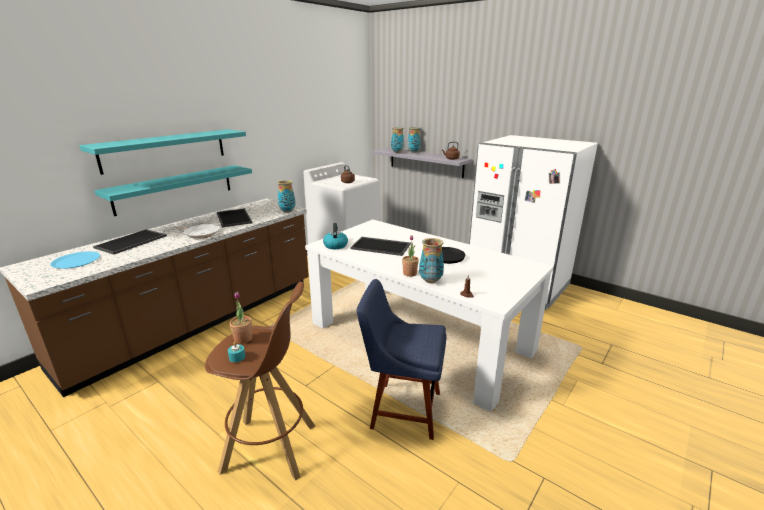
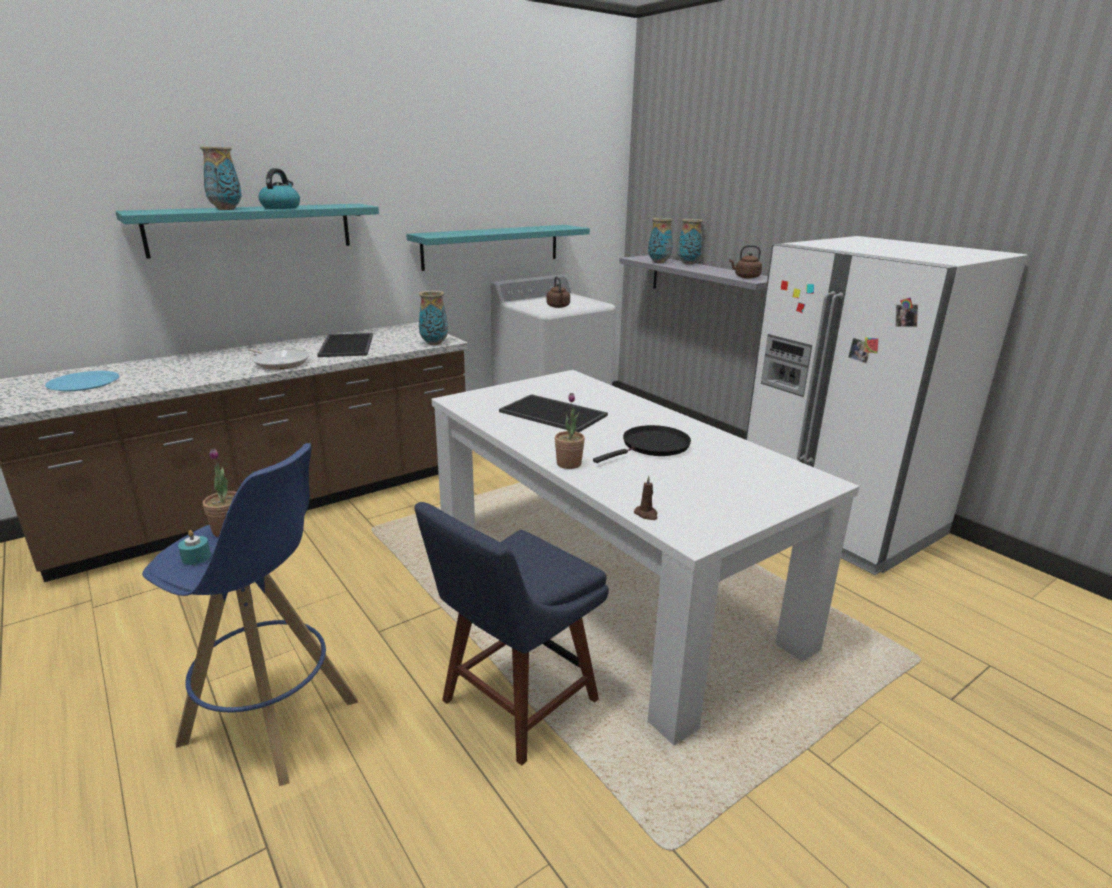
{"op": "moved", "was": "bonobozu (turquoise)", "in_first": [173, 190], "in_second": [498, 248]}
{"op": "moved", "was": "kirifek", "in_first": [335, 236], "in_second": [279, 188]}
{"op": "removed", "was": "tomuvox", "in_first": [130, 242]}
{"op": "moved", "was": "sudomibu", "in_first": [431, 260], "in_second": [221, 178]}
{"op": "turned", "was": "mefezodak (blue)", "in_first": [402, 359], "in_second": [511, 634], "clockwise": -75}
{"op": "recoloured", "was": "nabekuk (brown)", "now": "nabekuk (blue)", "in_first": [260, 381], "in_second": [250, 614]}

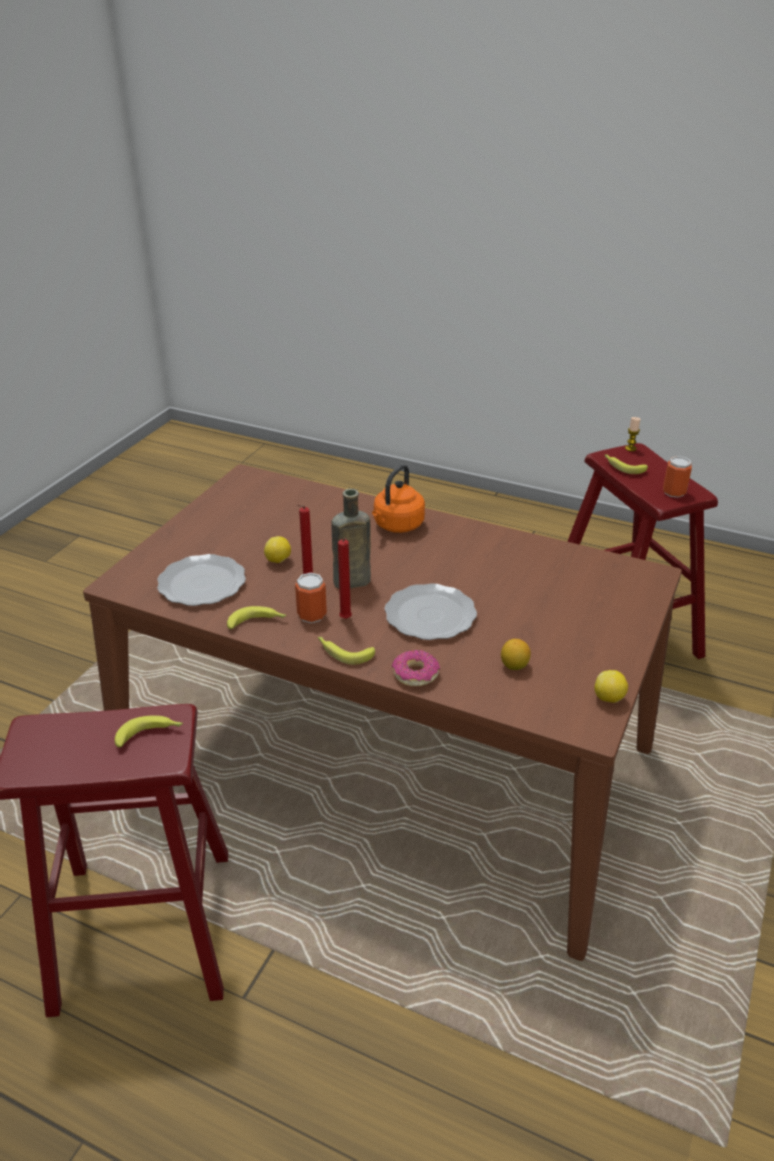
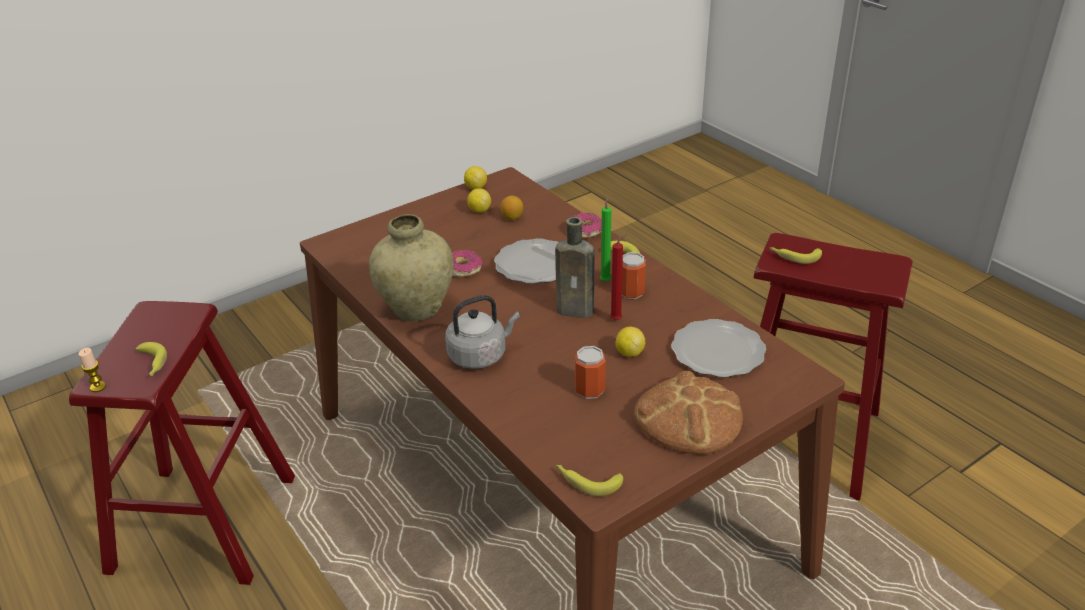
{"op": "moved", "was": "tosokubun", "in_first": [677, 477], "in_second": [590, 372]}
{"op": "recoloured", "was": "kirifek (orange)", "now": "kirifek (grey)", "in_first": [398, 498], "in_second": [482, 332]}
{"op": "recoloured", "was": "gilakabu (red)", "now": "gilakabu (green)", "in_first": [345, 578], "in_second": [605, 238]}
{"op": "moved", "was": "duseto", "in_first": [256, 617], "in_second": [589, 480]}
{"op": "added", "now": "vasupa", "in_second": [479, 200]}
{"op": "added", "now": "sudomibu (beige)", "in_second": [411, 267]}
{"op": "added", "now": "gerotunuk", "in_second": [467, 263]}
{"op": "added", "now": "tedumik", "in_second": [688, 413]}

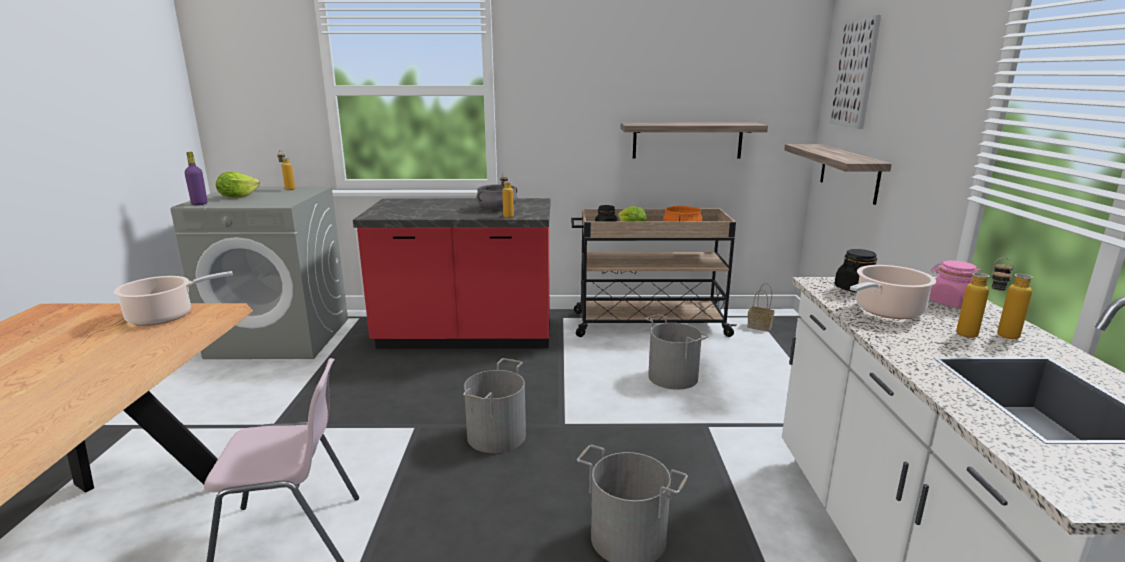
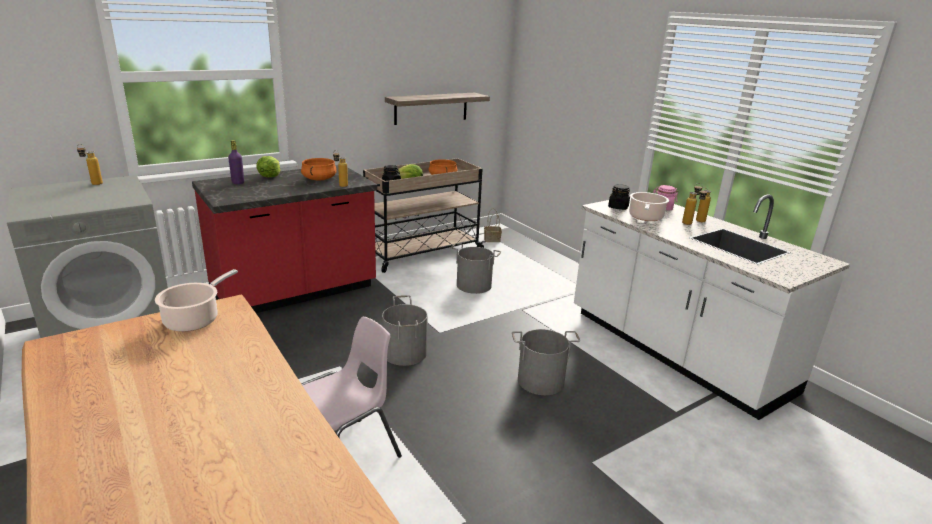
{"op": "removed", "was": "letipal", "in_first": [855, 72]}
{"op": "removed", "was": "bonobozu", "in_first": [838, 174]}
{"op": "moved", "was": "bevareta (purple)", "in_first": [196, 178], "in_second": [236, 162]}
{"op": "moved", "was": "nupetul", "in_first": [238, 185], "in_second": [268, 167]}
{"op": "recoloured", "was": "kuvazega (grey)", "now": "kuvazega (orange)", "in_first": [496, 196], "in_second": [319, 169]}

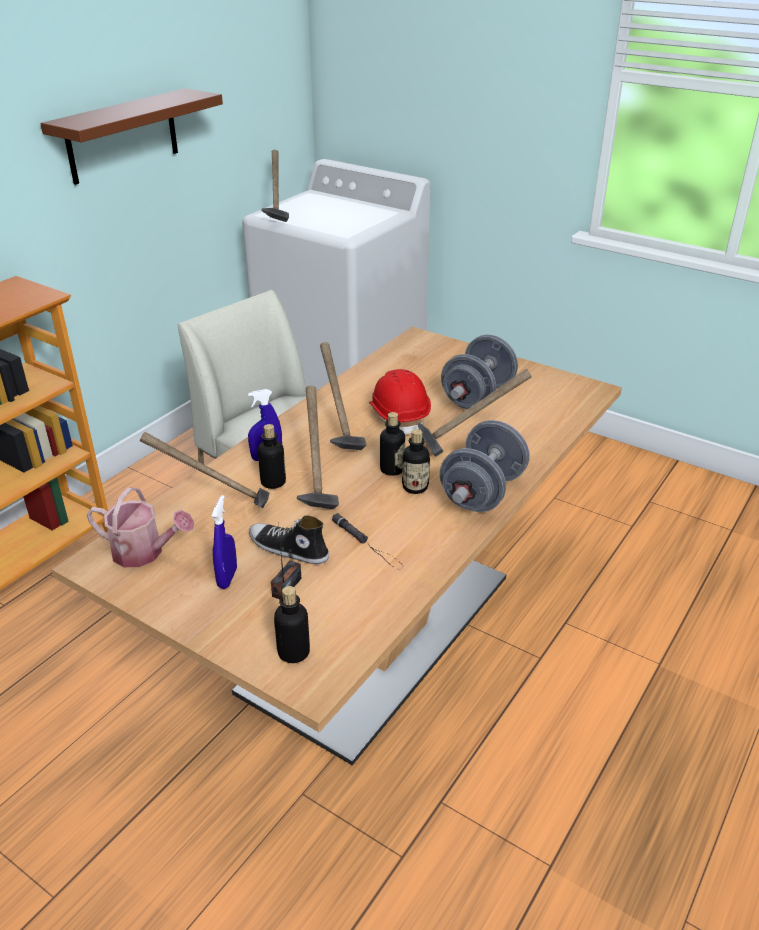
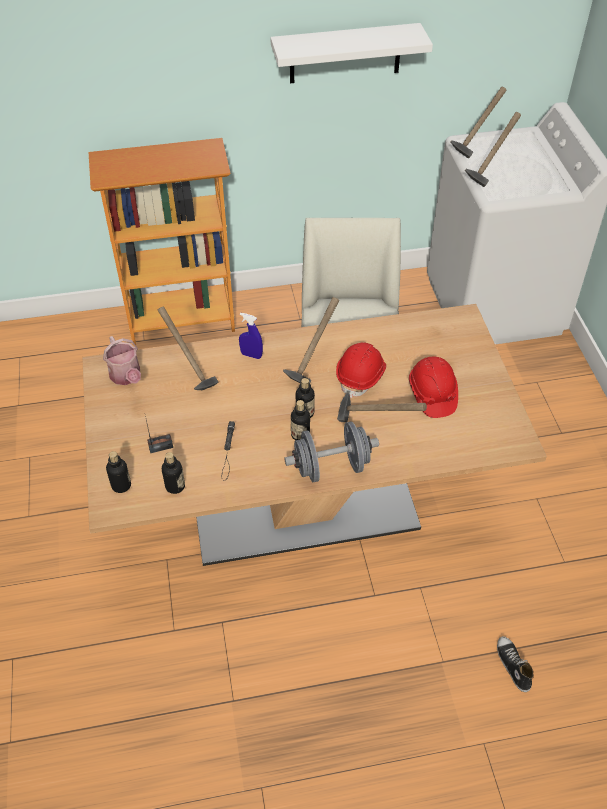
{"op": "recoloured", "was": "bonobozu (brown)", "now": "bonobozu (white)", "in_first": [131, 136], "in_second": [352, 53]}
{"op": "replaced", "was": "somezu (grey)", "now": "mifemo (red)", "in_first": [479, 372], "in_second": [433, 387]}
{"op": "moved", "was": "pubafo", "in_first": [318, 447], "in_second": [493, 149]}
{"op": "moved", "was": "bevareta", "in_first": [272, 456], "in_second": [173, 473]}
{"op": "removed", "was": "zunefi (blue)", "in_first": [224, 542]}
{"op": "moved", "was": "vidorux", "in_first": [289, 539], "in_second": [515, 664]}

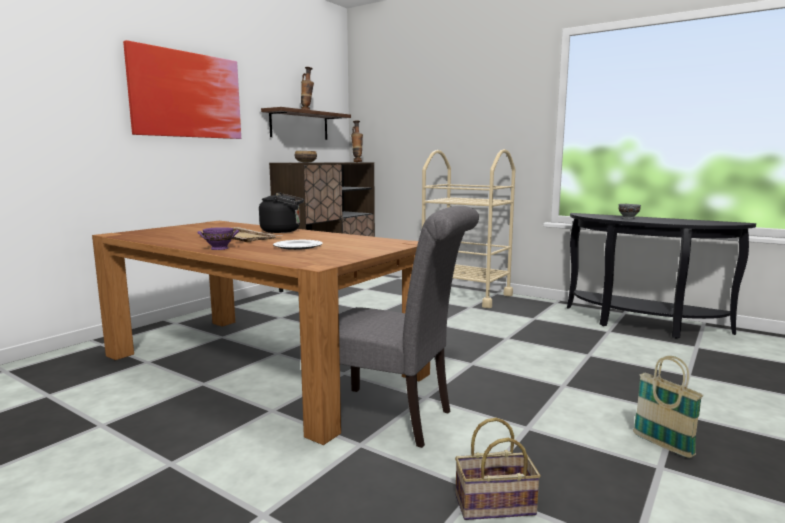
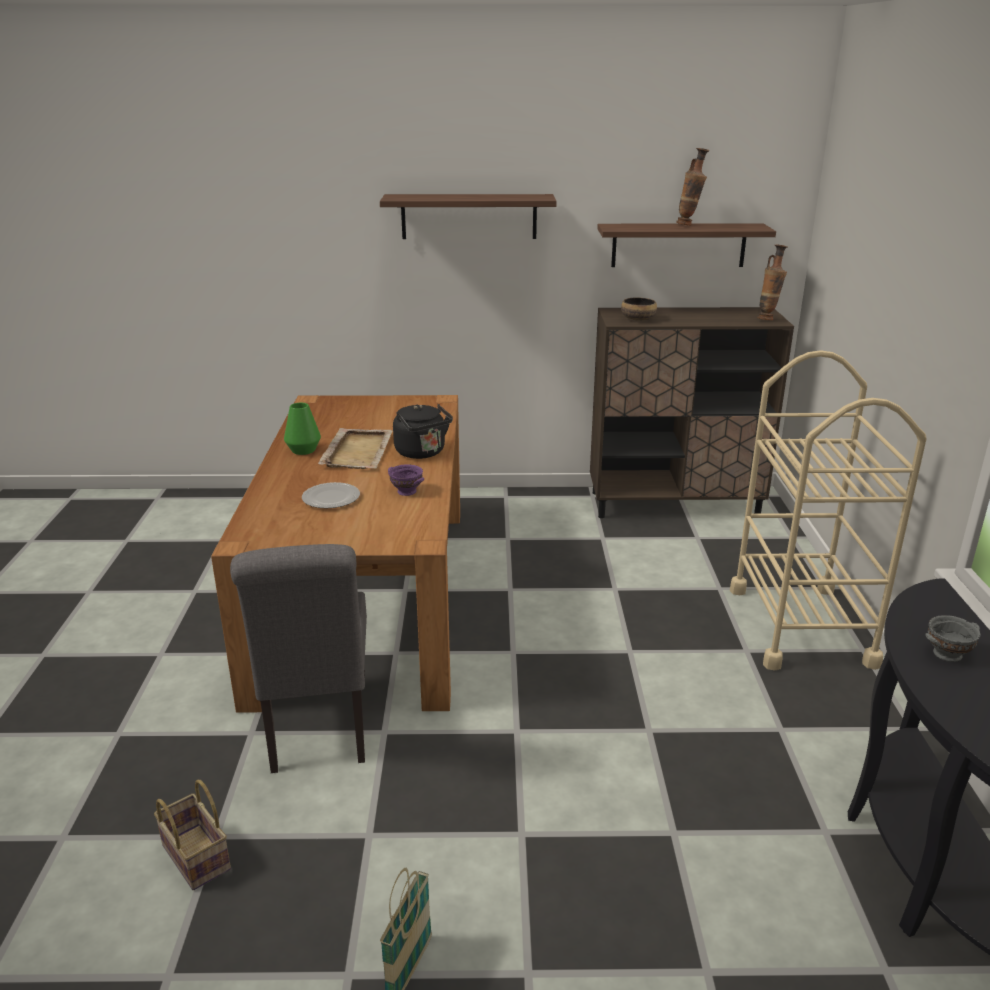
{"op": "replaced", "was": "letipal", "now": "bonobozu", "in_first": [182, 89], "in_second": [468, 216]}
{"op": "moved", "was": "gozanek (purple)", "in_first": [218, 238], "in_second": [406, 480]}
{"op": "added", "now": "sudomibu (green)", "in_second": [302, 429]}

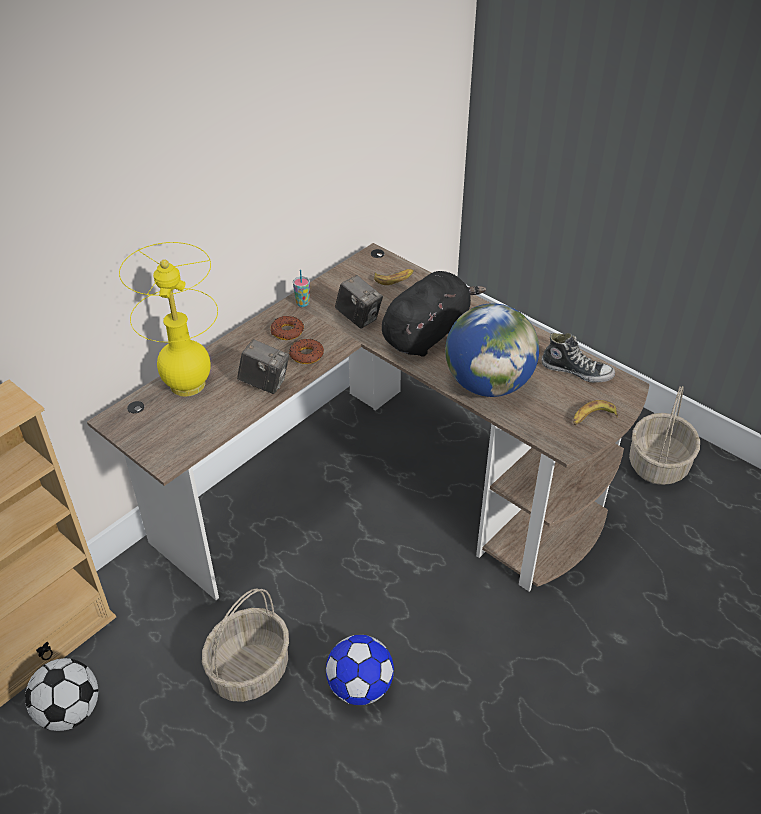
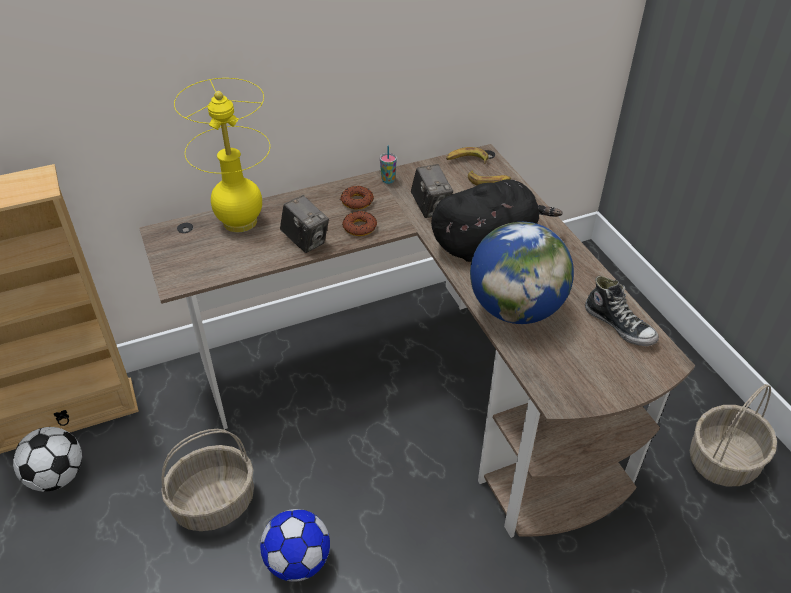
{"op": "moved", "was": "duseto", "in_first": [595, 412], "in_second": [467, 155]}

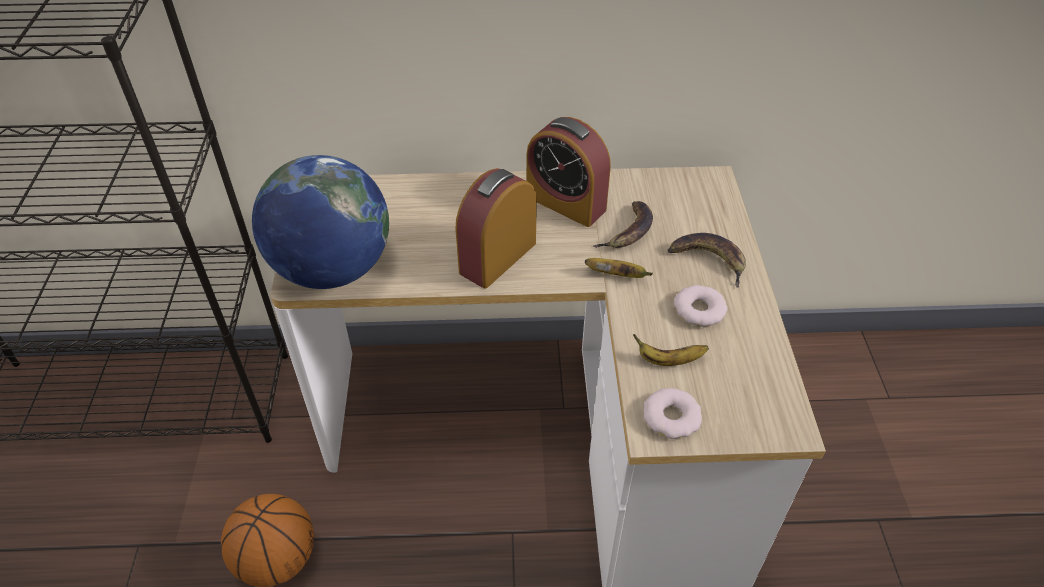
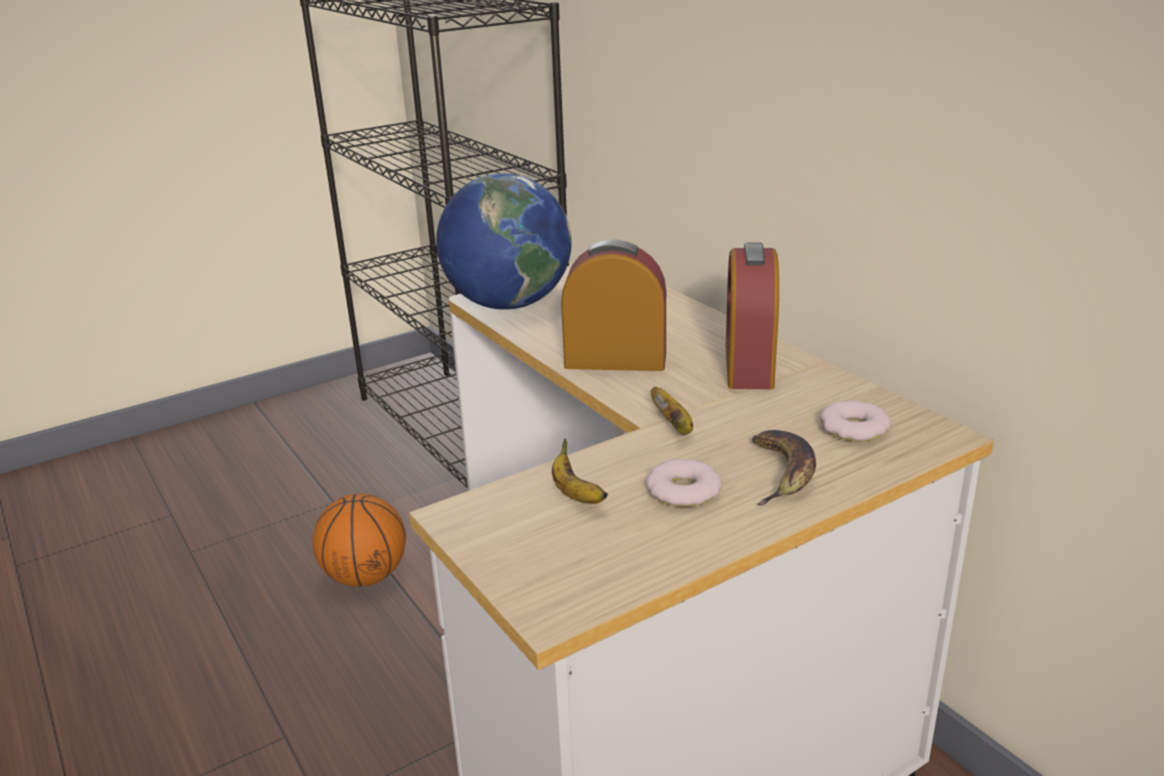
{"op": "removed", "was": "duseto", "in_first": [623, 224]}
{"op": "moved", "was": "gerotunuk", "in_first": [672, 413], "in_second": [855, 421]}

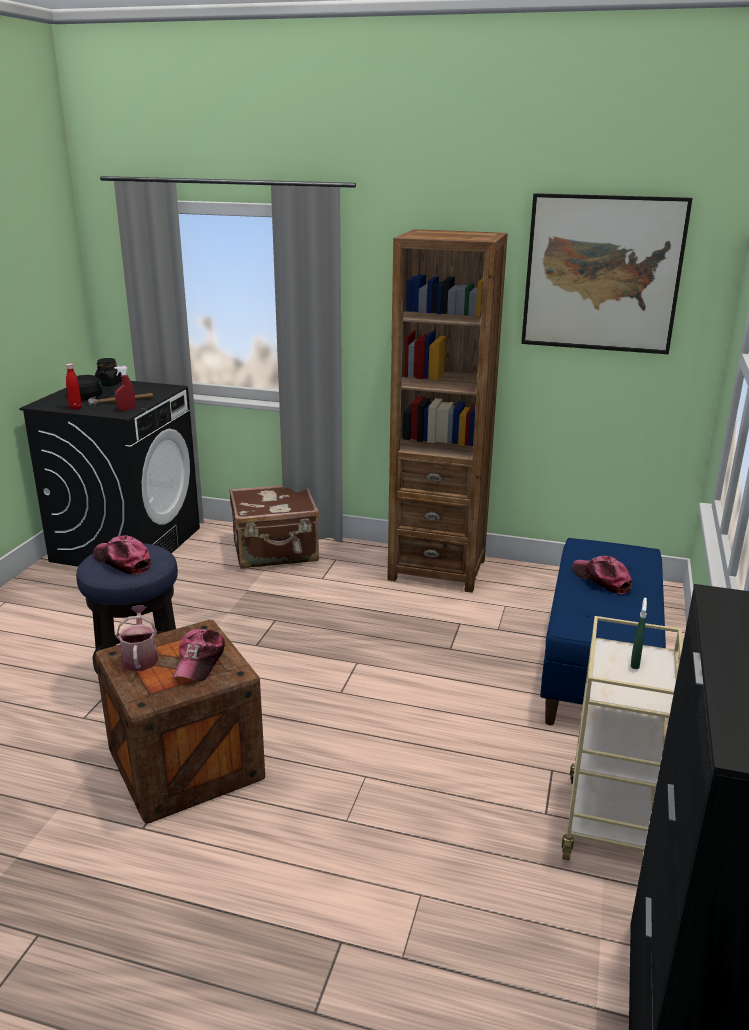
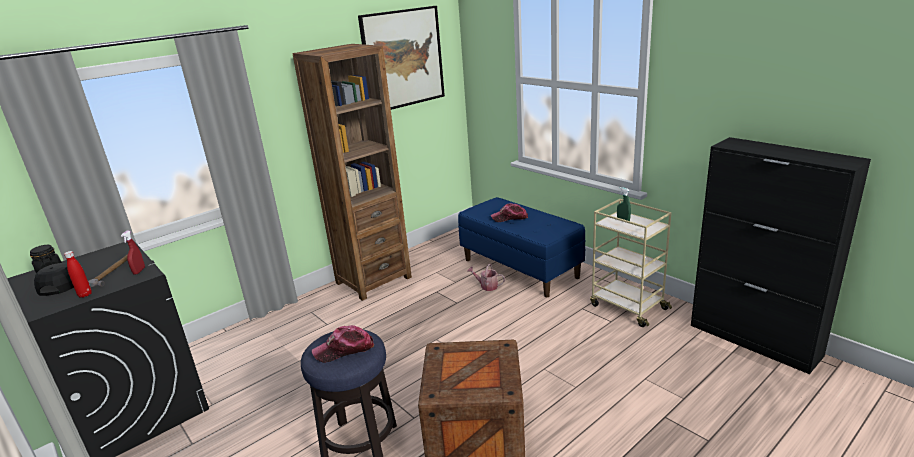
{"op": "removed", "was": "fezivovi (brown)", "in_first": [274, 527]}
{"op": "moved", "was": "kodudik", "in_first": [137, 639], "in_second": [486, 277]}
{"op": "removed", "was": "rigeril", "in_first": [199, 655]}

